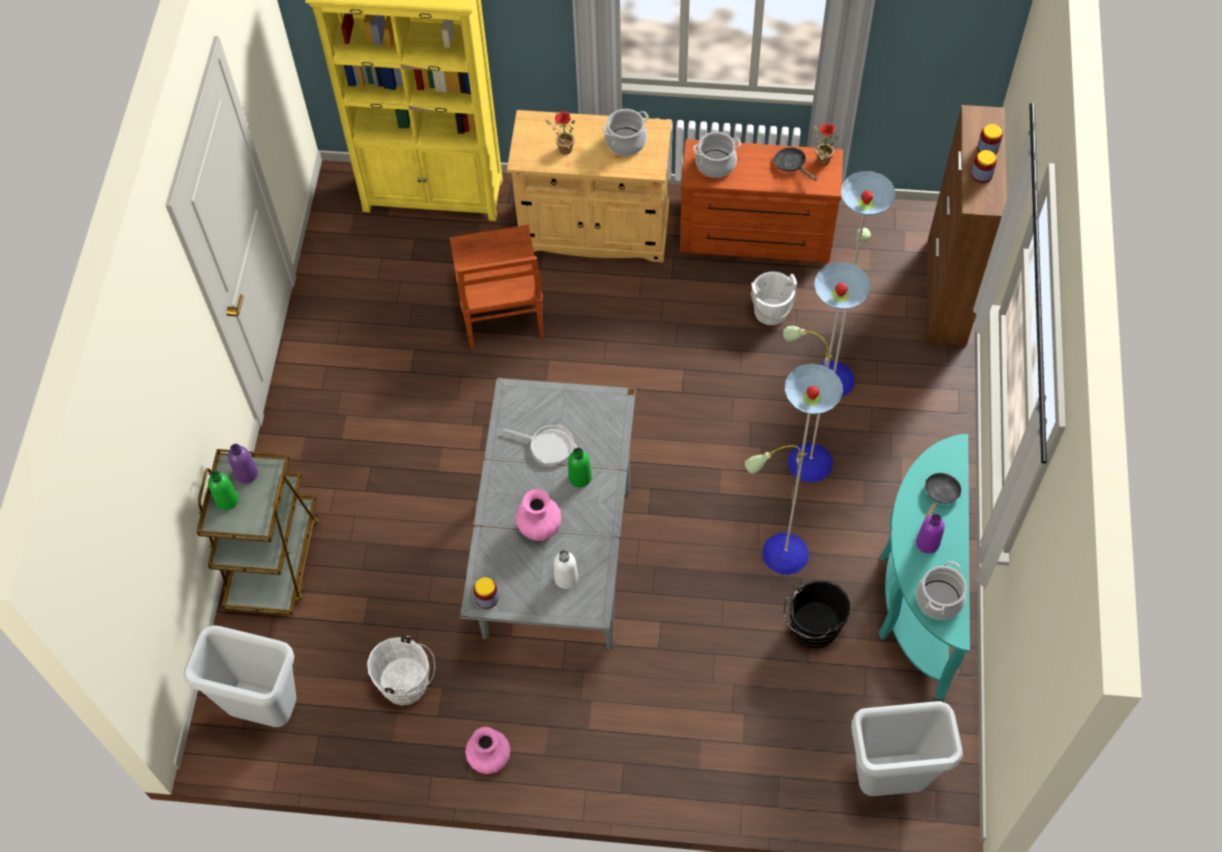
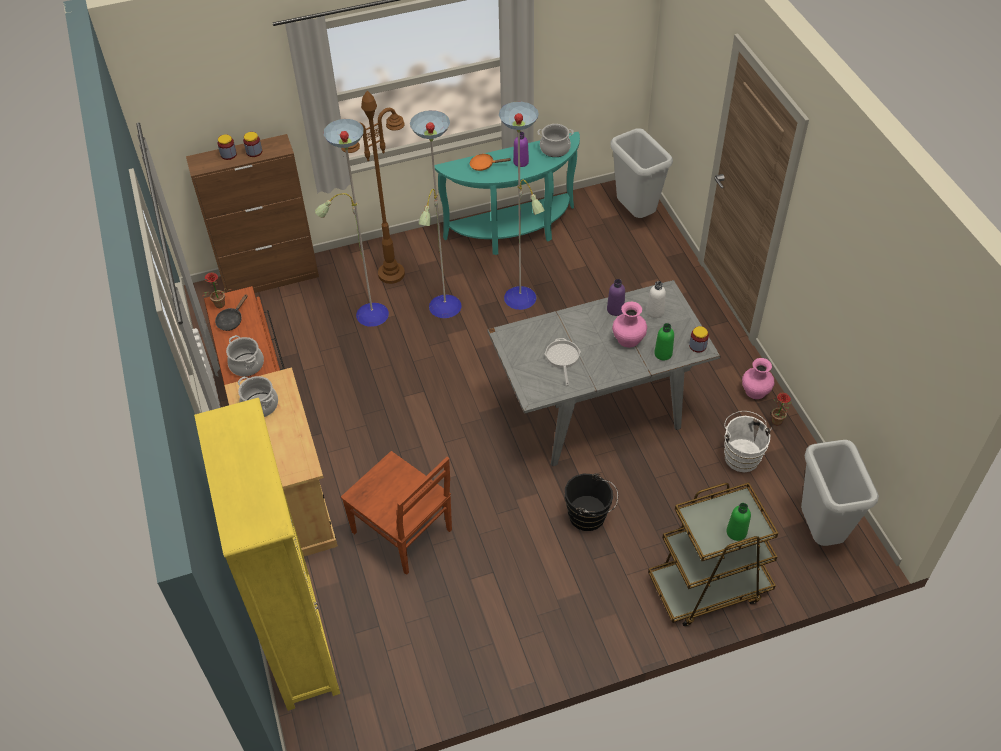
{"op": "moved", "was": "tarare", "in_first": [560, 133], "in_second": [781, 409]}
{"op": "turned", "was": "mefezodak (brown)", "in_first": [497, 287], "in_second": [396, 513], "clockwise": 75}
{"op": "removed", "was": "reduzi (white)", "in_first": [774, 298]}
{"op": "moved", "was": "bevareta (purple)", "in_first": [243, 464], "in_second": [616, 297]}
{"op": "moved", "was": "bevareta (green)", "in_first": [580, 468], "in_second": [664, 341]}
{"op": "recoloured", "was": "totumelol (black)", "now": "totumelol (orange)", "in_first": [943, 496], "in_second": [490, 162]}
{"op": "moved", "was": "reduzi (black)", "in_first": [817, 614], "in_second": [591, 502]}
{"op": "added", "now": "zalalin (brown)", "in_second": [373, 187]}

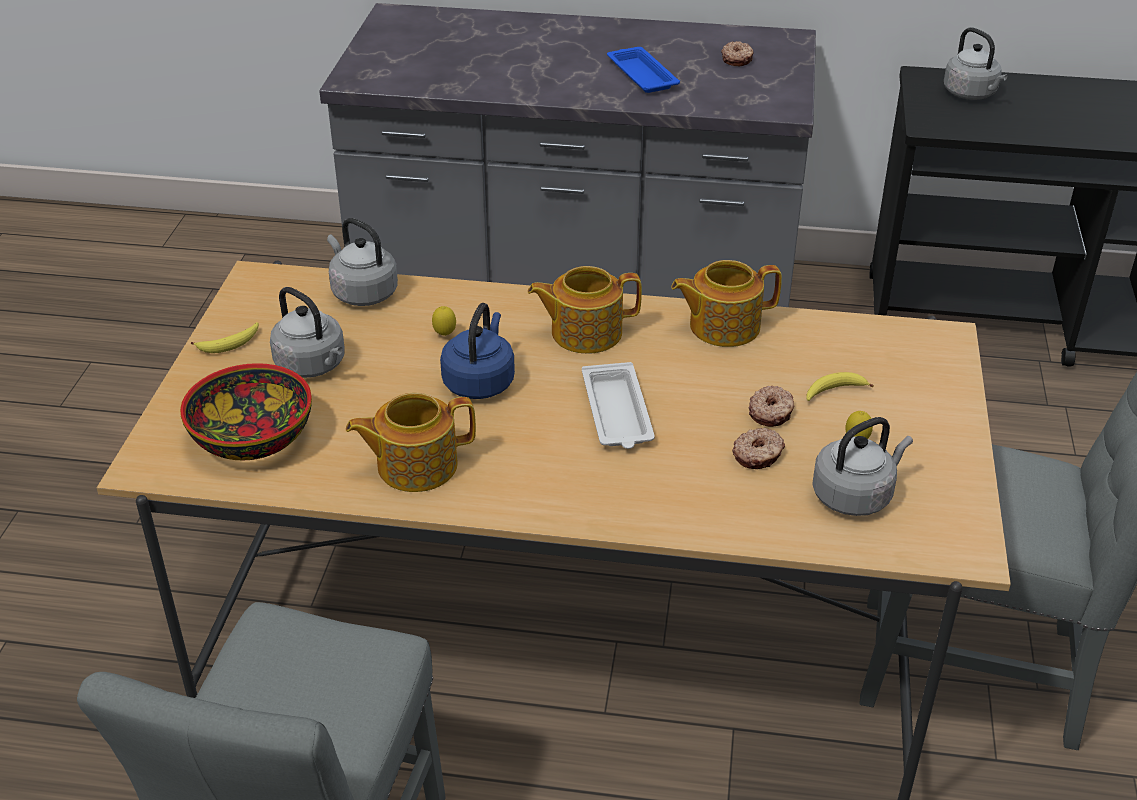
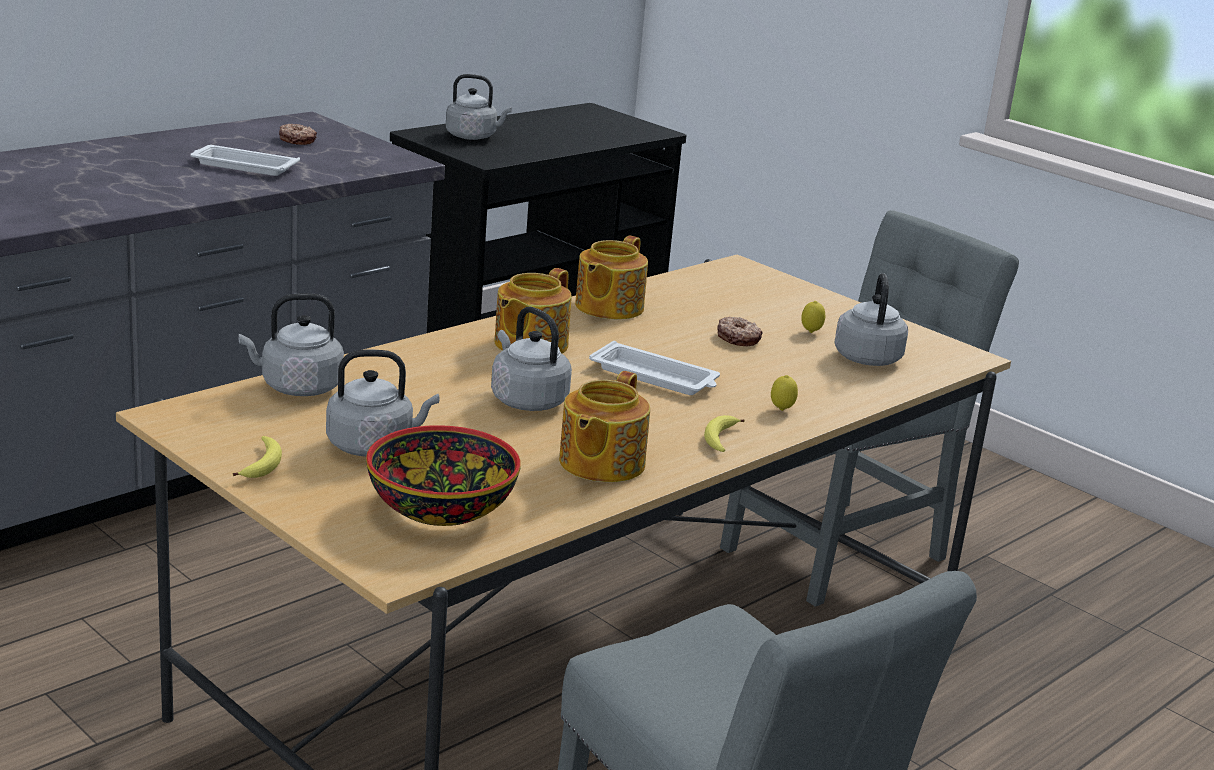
{"op": "recoloured", "was": "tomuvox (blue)", "now": "tomuvox (white)", "in_first": [643, 70], "in_second": [245, 160]}
{"op": "recoloured", "was": "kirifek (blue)", "now": "kirifek (grey)", "in_first": [477, 351], "in_second": [531, 359]}
{"op": "moved", "was": "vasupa", "in_first": [444, 321], "in_second": [784, 393]}
{"op": "moved", "was": "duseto", "in_first": [840, 386], "in_second": [724, 433]}
{"op": "removed", "was": "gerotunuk", "in_first": [758, 448]}

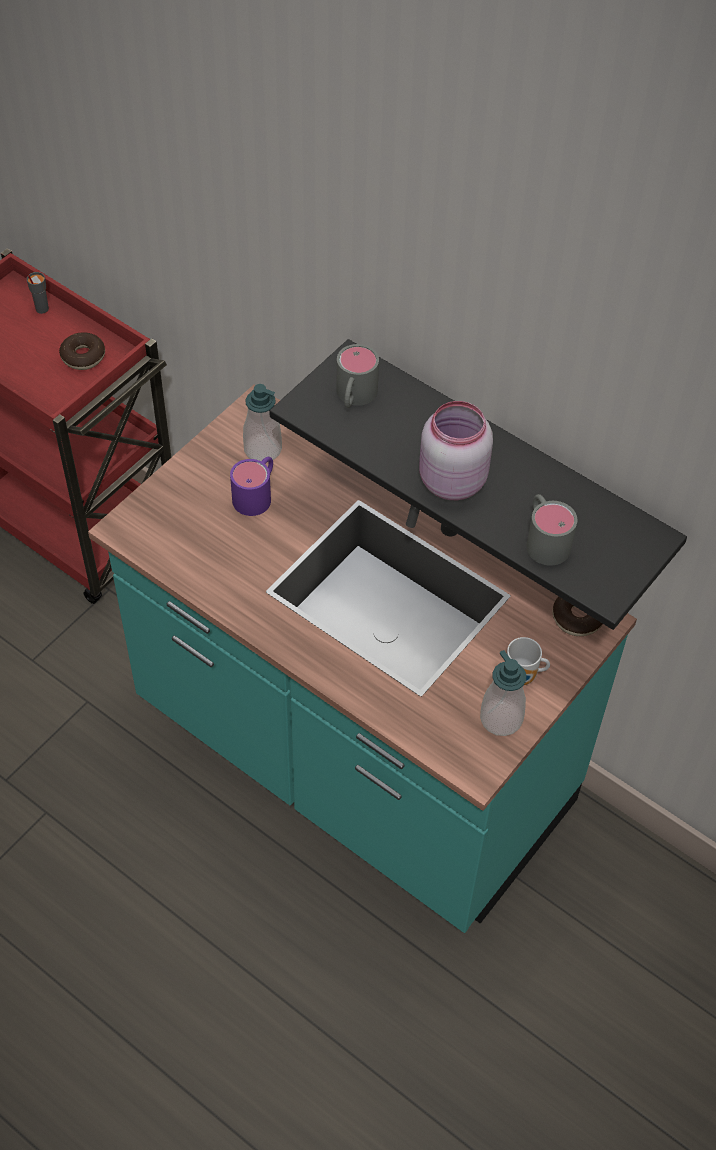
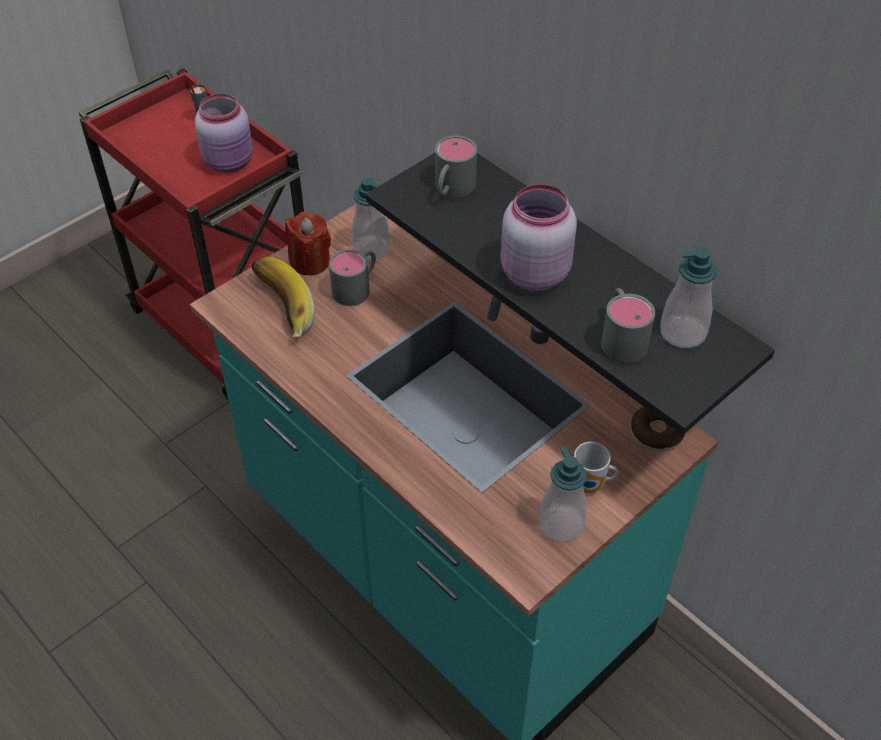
{"op": "replaced", "was": "gerotunuk", "now": "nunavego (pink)", "in_first": [82, 351], "in_second": [224, 133]}
{"op": "recoloured", "was": "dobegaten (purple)", "now": "dobegaten (grey)", "in_first": [251, 486], "in_second": [352, 278]}
{"op": "added", "now": "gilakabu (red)", "in_second": [308, 243]}
{"op": "added", "now": "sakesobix", "in_second": [688, 298]}
{"op": "added", "now": "duseto", "in_second": [283, 297]}

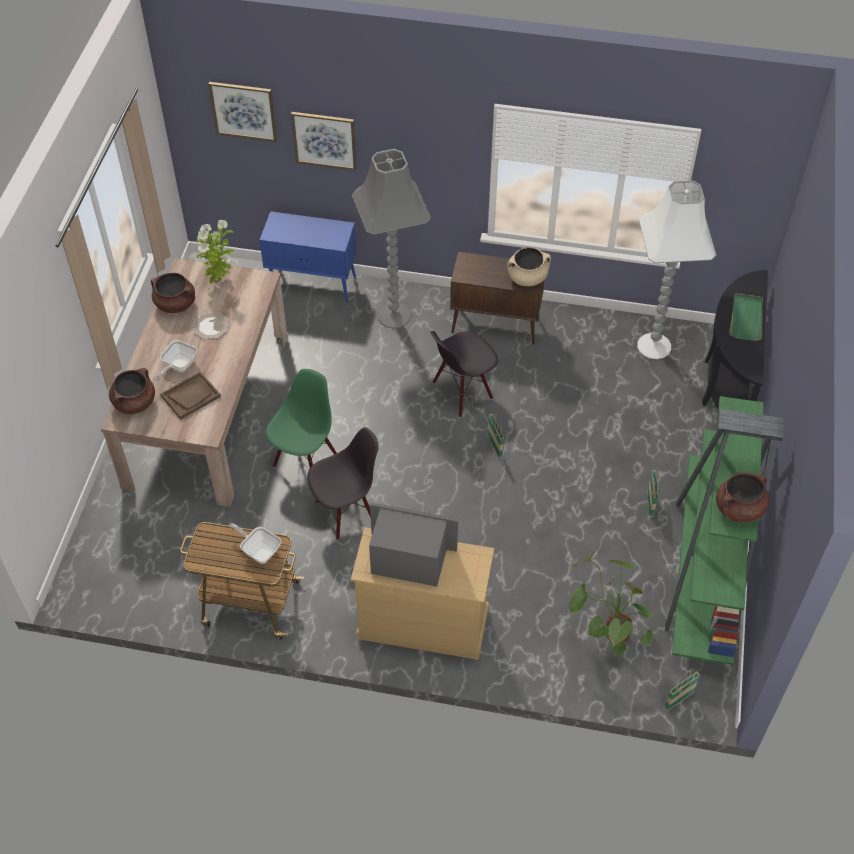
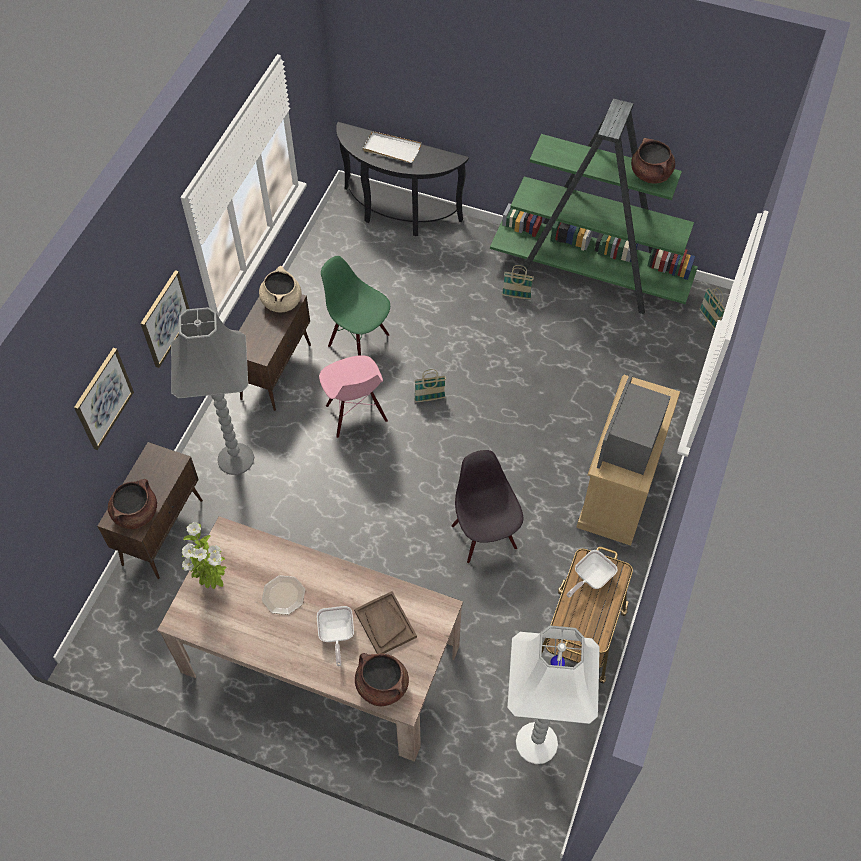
{"op": "moved", "was": "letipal", "in_first": [242, 112], "in_second": [164, 319]}
{"op": "moved", "was": "zalalin (white)", "in_first": [676, 269], "in_second": [553, 694]}
{"op": "recoloured", "was": "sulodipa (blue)", "now": "sulodipa (brown)", "in_first": [308, 257], "in_second": [150, 510]}
{"op": "moved", "was": "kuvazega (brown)", "in_first": [173, 293], "in_second": [132, 504]}
{"op": "recoloured", "was": "tomuvox (green)", "now": "tomuvox (white)", "in_first": [746, 317], "in_second": [392, 147]}
{"op": "recoloured", "was": "mefezodak (black)", "now": "mefezodak (pink)", "in_first": [464, 374], "in_second": [353, 396]}
{"op": "turned", "was": "totumelol", "in_first": [176, 360], "in_second": [335, 636], "clockwise": 45}
{"op": "moved", "was": "mefezodak (green)", "in_first": [301, 418], "in_second": [355, 306]}
{"op": "removed", "was": "tarare", "in_first": [611, 603]}

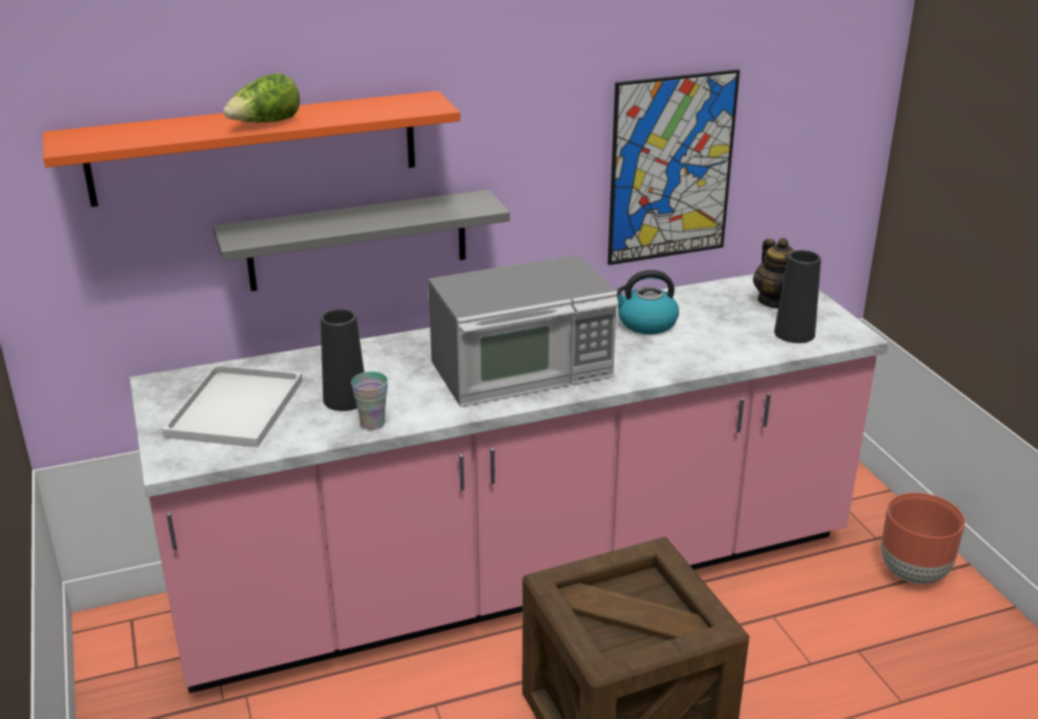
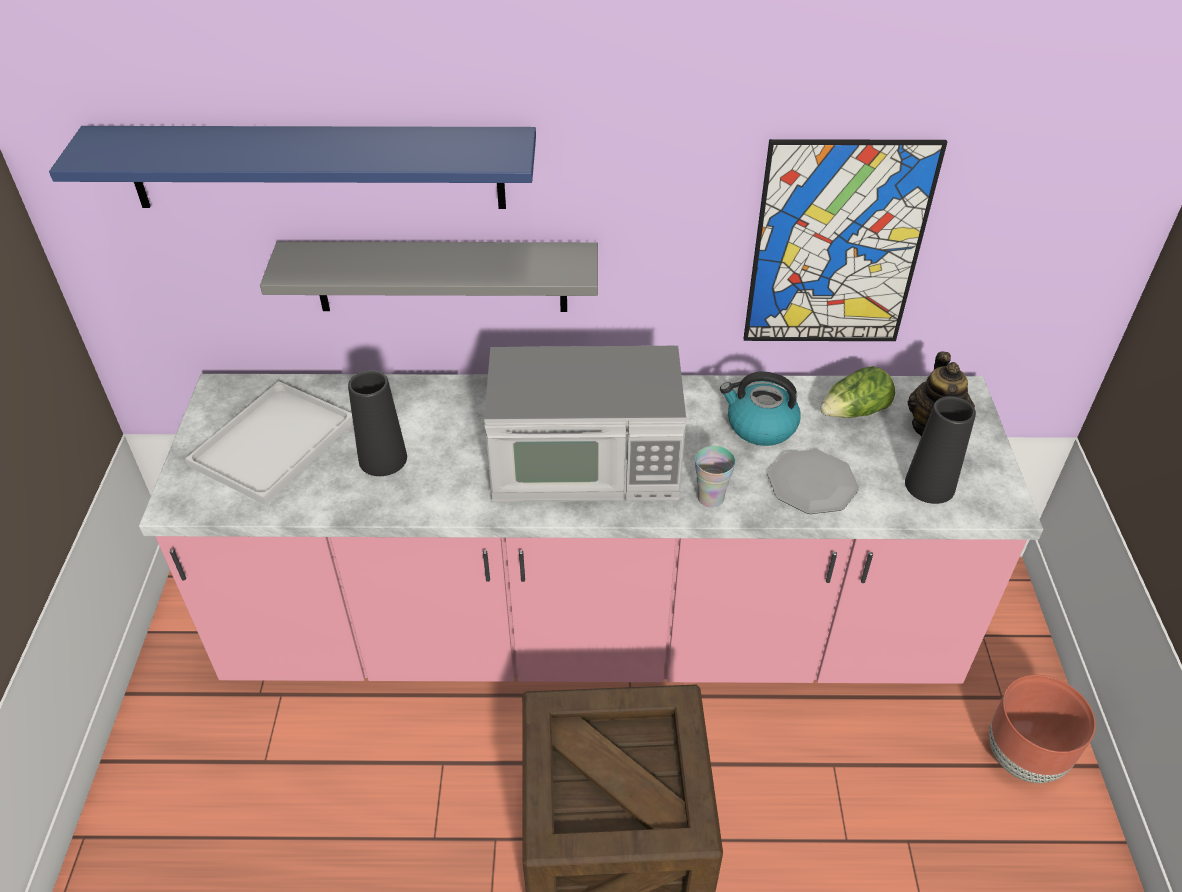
{"op": "moved", "was": "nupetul", "in_first": [261, 97], "in_second": [857, 392]}
{"op": "recoloured", "was": "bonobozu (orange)", "now": "bonobozu (blue)", "in_first": [251, 149], "in_second": [292, 167]}
{"op": "moved", "was": "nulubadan", "in_first": [369, 401], "in_second": [715, 476]}
{"op": "added", "now": "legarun", "in_second": [813, 481]}

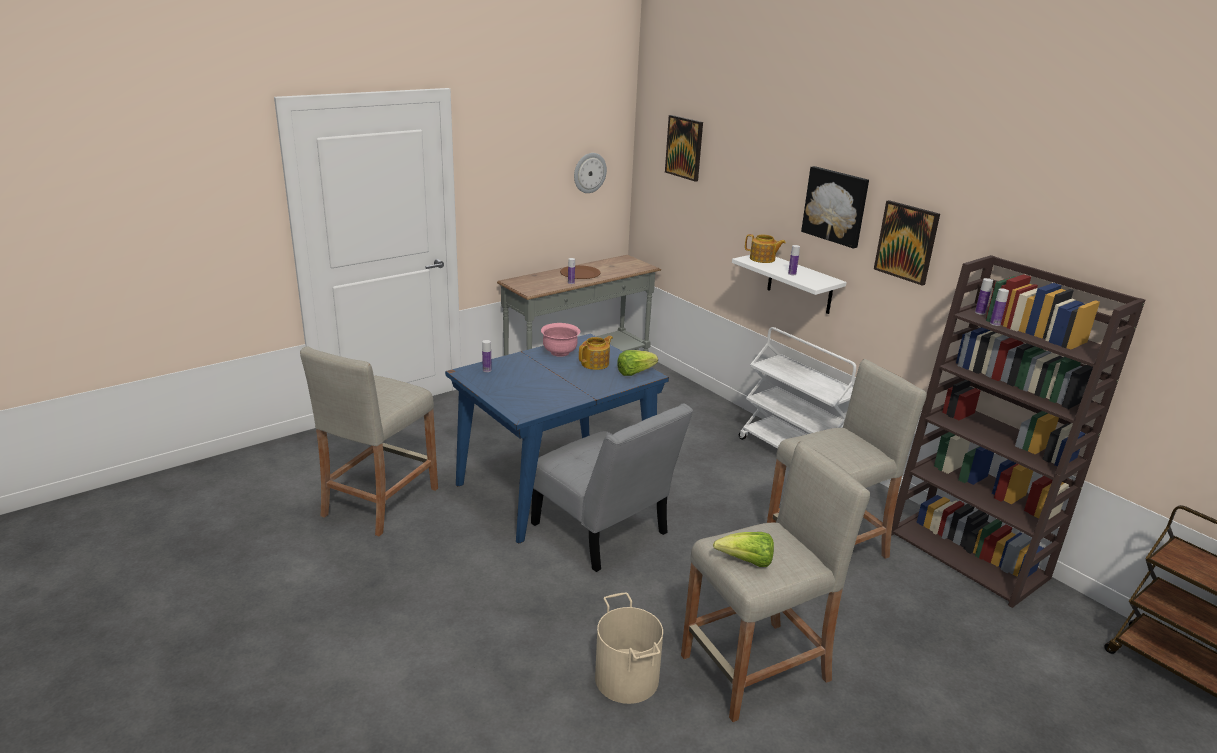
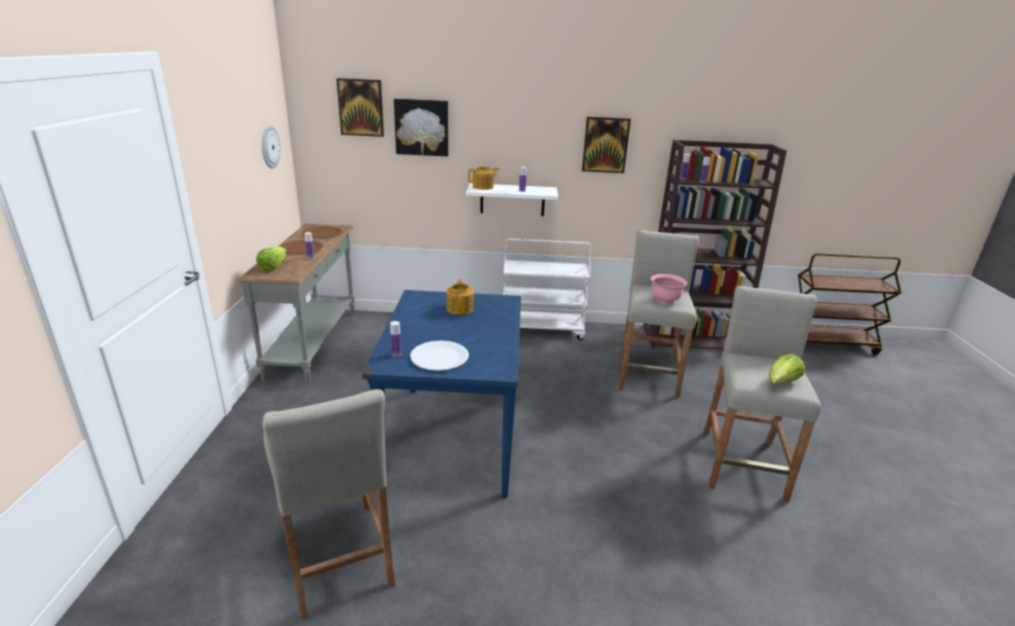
{"op": "moved", "was": "letipal", "in_first": [835, 207], "in_second": [421, 127]}
{"op": "moved", "was": "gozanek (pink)", "in_first": [560, 340], "in_second": [669, 289]}
{"op": "moved", "was": "nupetul", "in_first": [637, 363], "in_second": [271, 258]}
{"op": "removed", "was": "mefezodak (grey)", "in_first": [612, 487]}
{"op": "removed", "was": "reduzi (beige)", "in_first": [629, 648]}
{"op": "added", "now": "legarun (brown)", "in_second": [322, 232]}
{"op": "added", "now": "legarun (white)", "in_second": [439, 356]}

